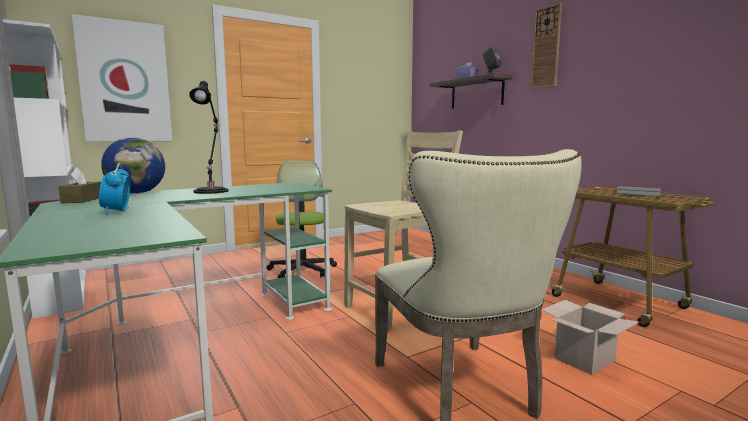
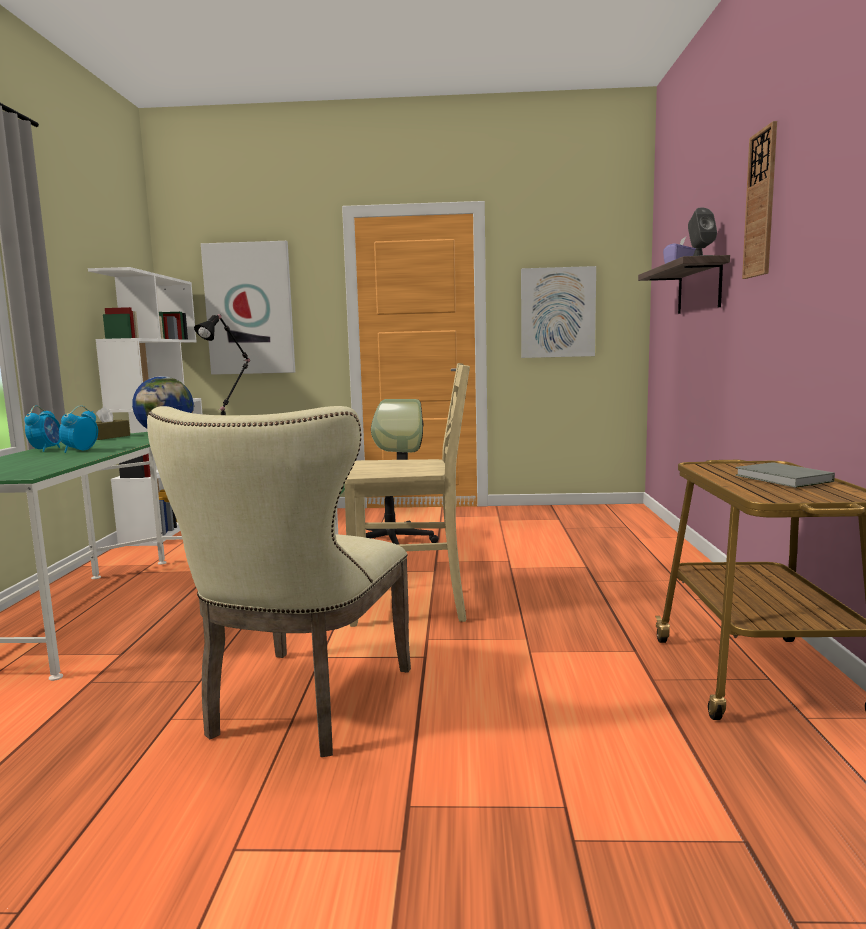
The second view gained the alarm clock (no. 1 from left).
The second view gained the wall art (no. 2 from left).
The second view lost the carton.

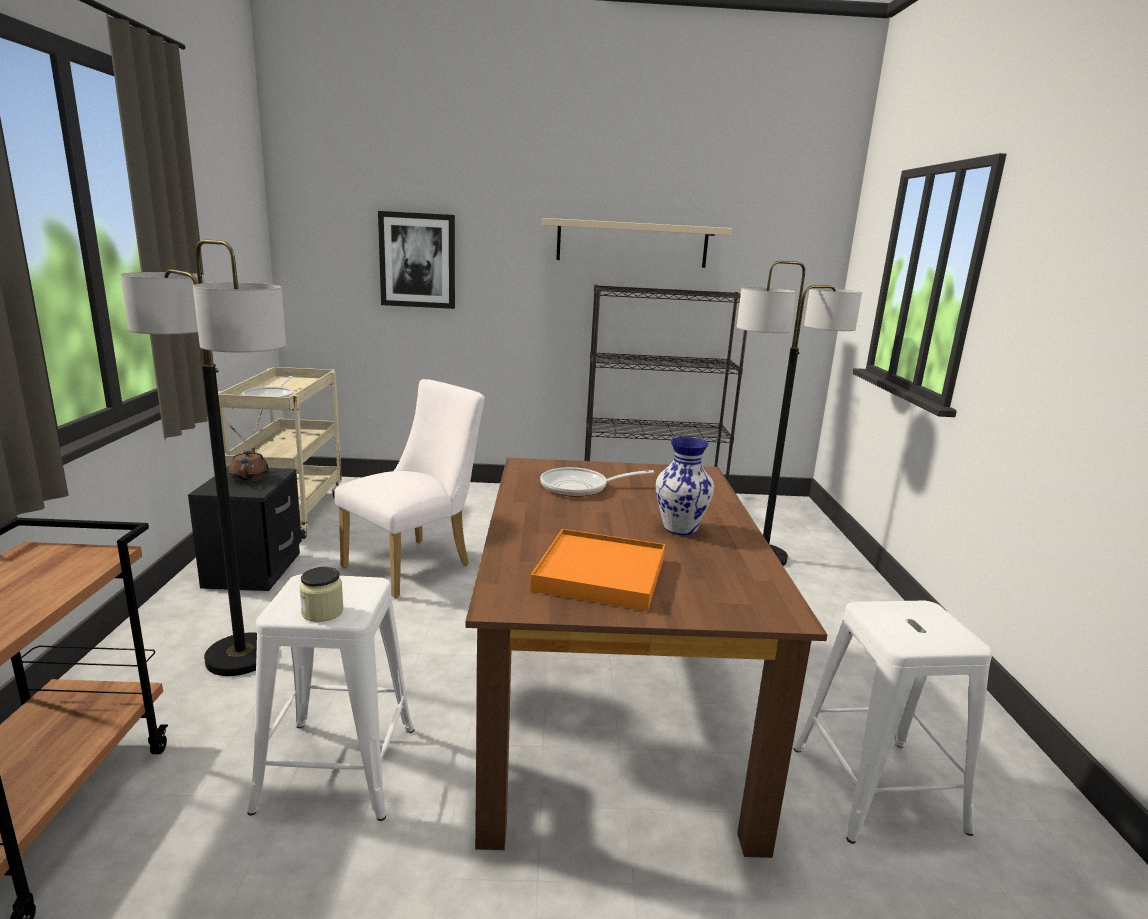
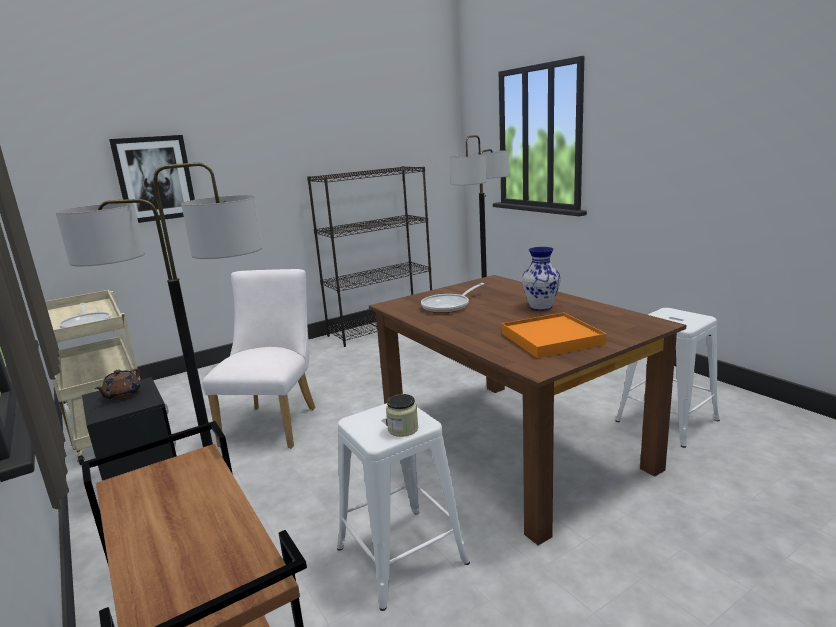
The teapot (brown-coloured) ended up facing another way, 120 degrees counterclockwise from before.
The second view lost the wall shelf (sand-coloured).

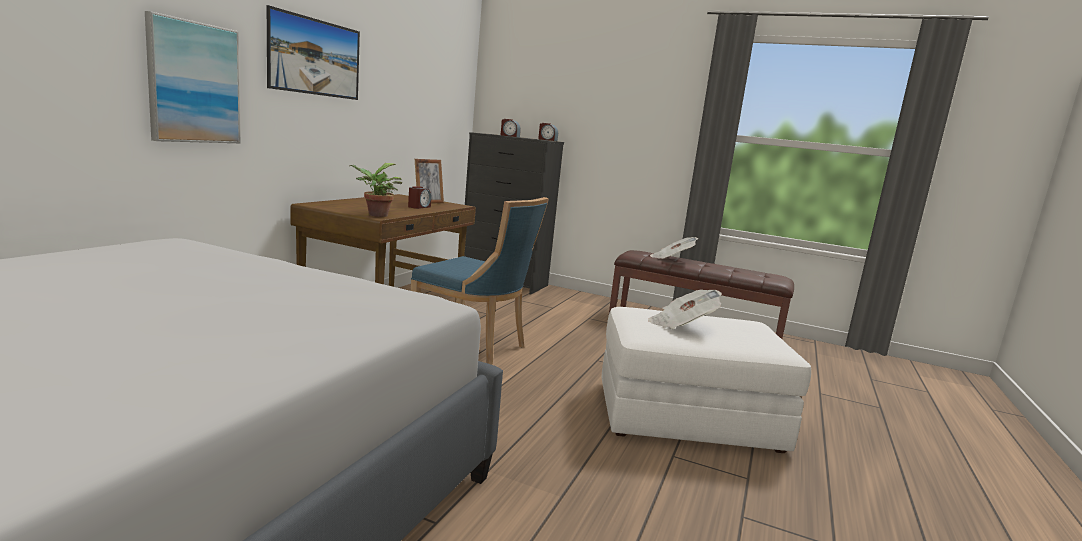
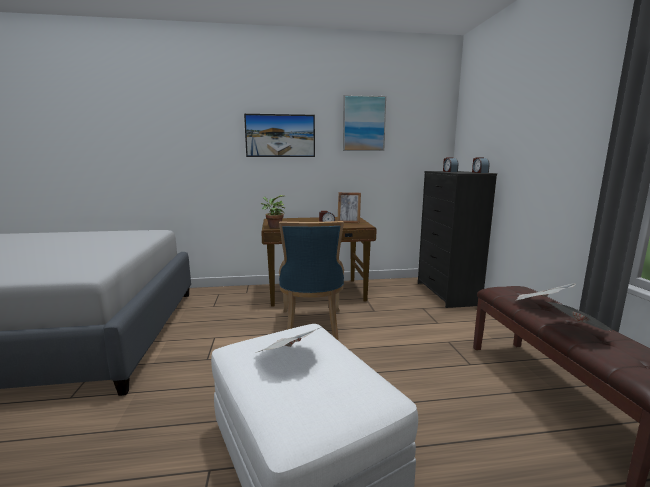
The wall art (no. 1 from left in the first image) ended up elsewhere.
The second view gained the daily paper (no. 3 from left).

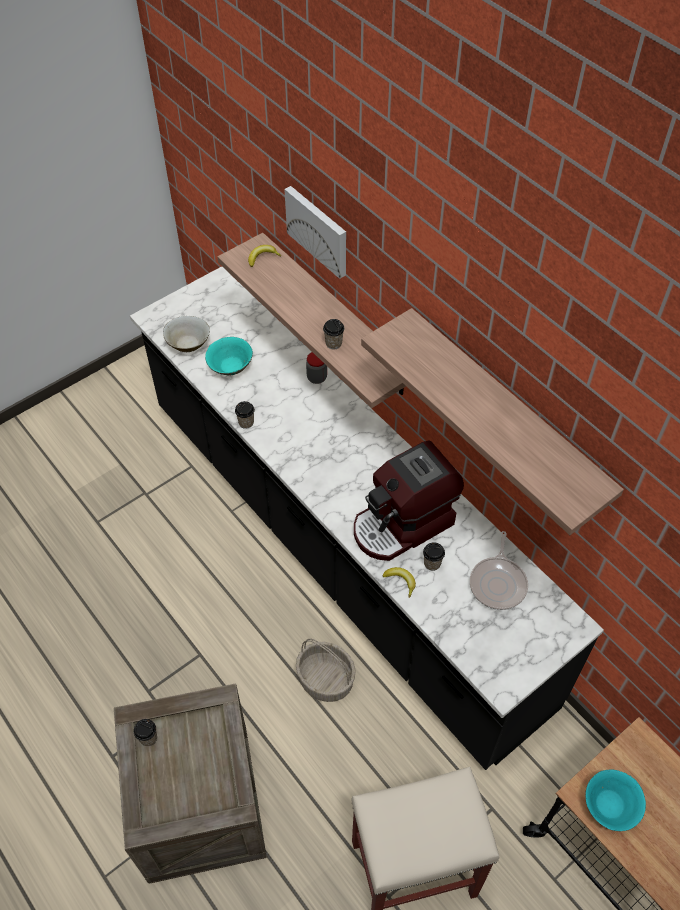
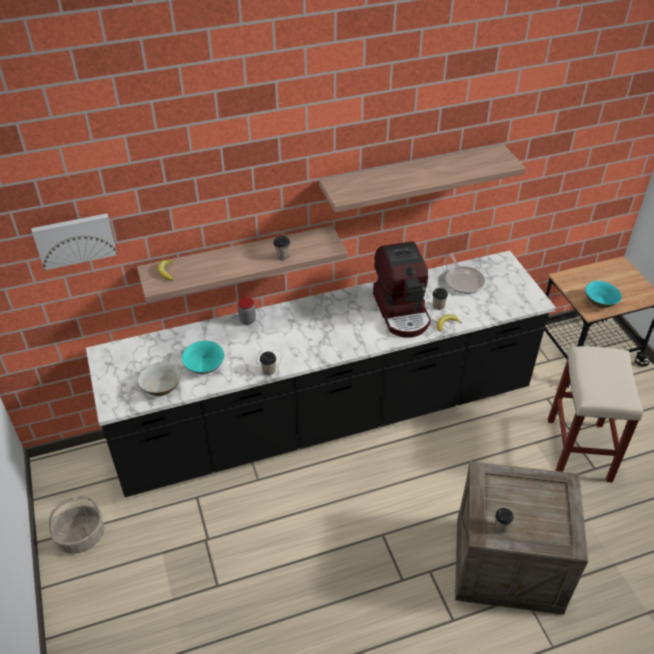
The wall art ended up elsewhere.
The basket ended up elsewhere.
The frying pan ended up facing another way, 45 degrees clockwise from before.

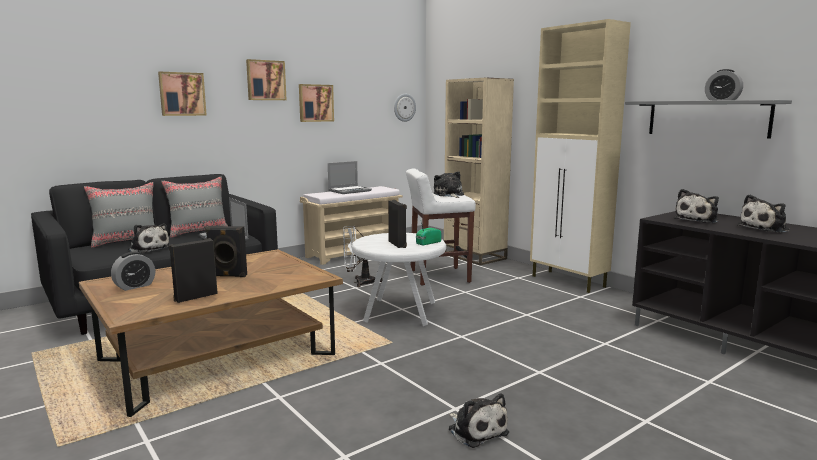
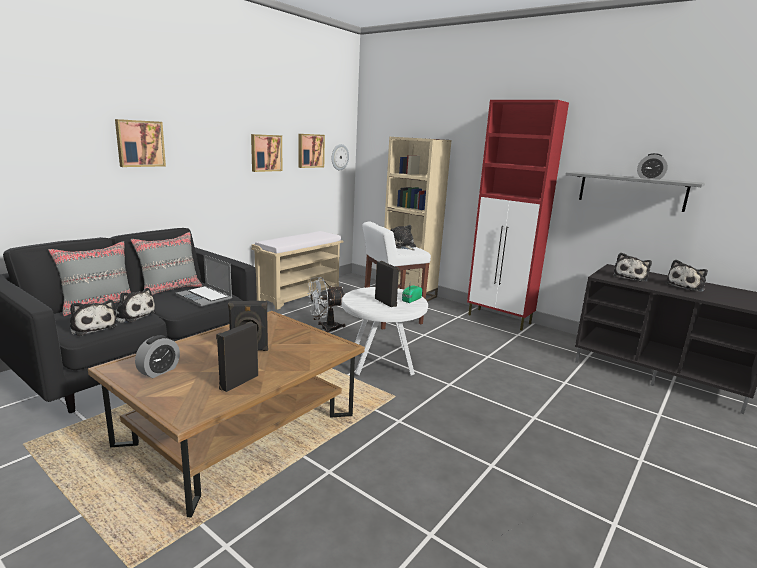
The soft toy (no. 3 from left in the first image) ended up elsewhere.
The wall art (no. 2 from left in the first image) ended up elsewhere.
What was the cupboard (sand-coloured) turned into the cupboard (red-coloured).
The second view lost the laptop (no. 2 from left).

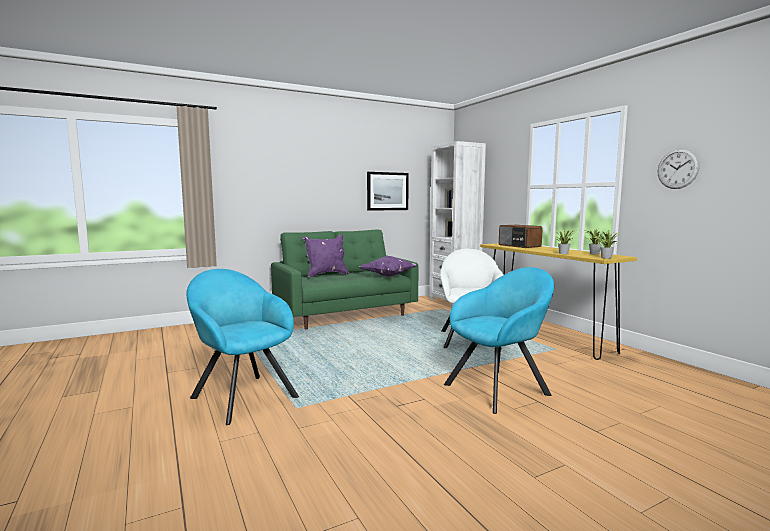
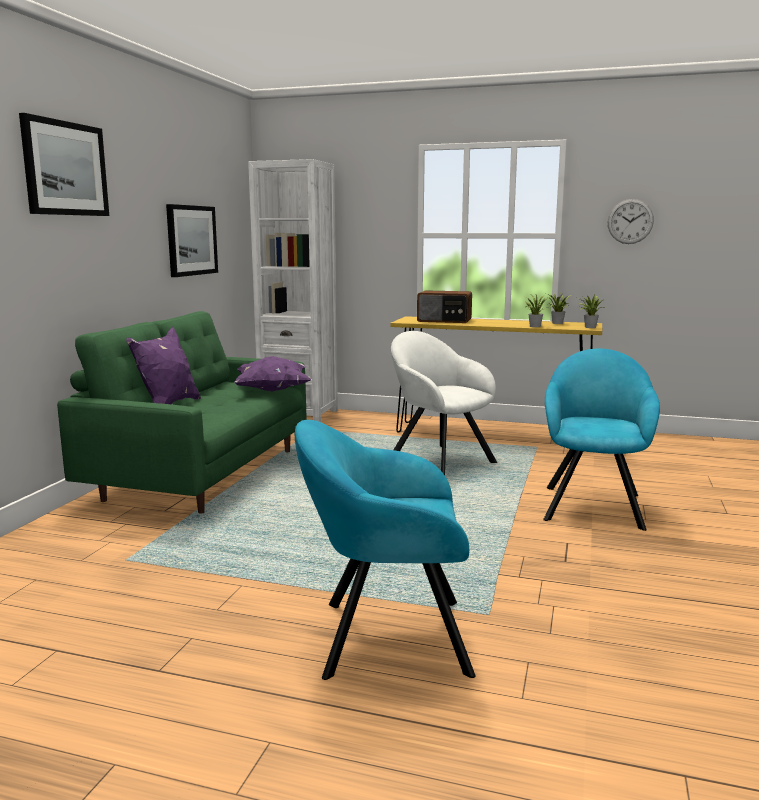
The second view gained the wall art (no. 1 from left).

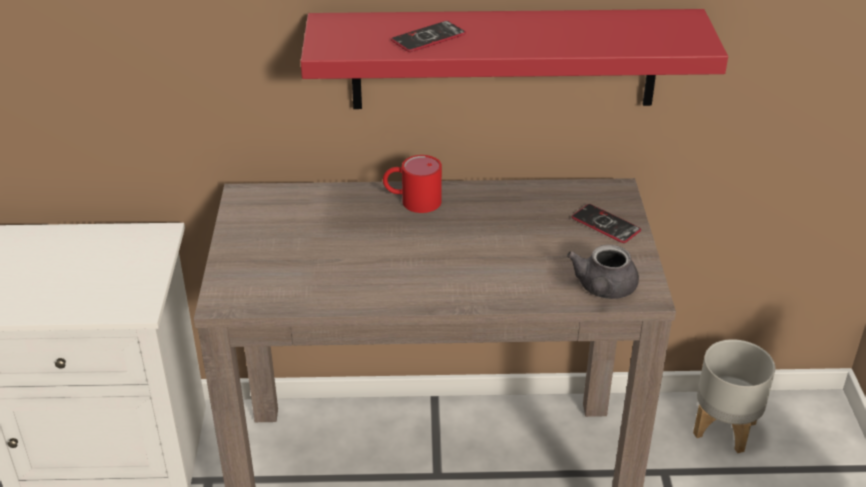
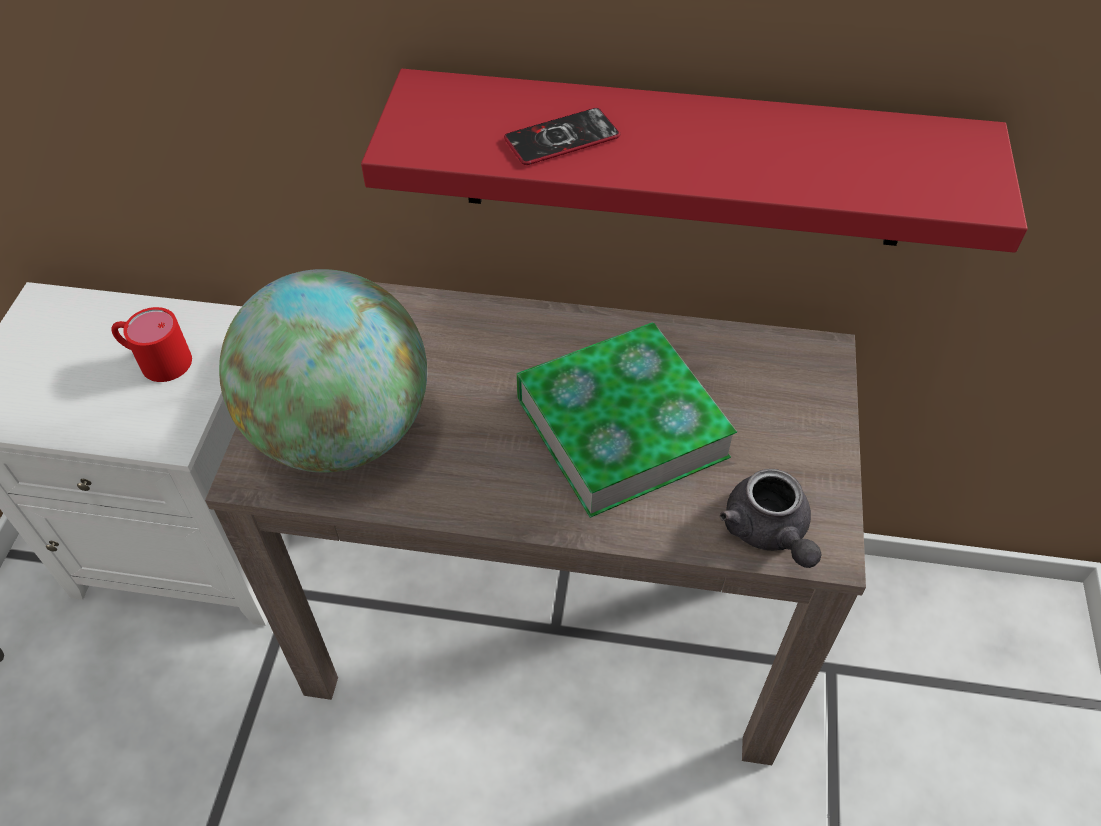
The mug (red-coloured) ended up elsewhere.
The second view gained the world globe.
The second view gained the book.
The teapot (greyish) ended up facing another way, 45 degrees counterclockwise from before.
The second view lost the handset (no. 2 from left).
The second view lost the plant pot (greyish).

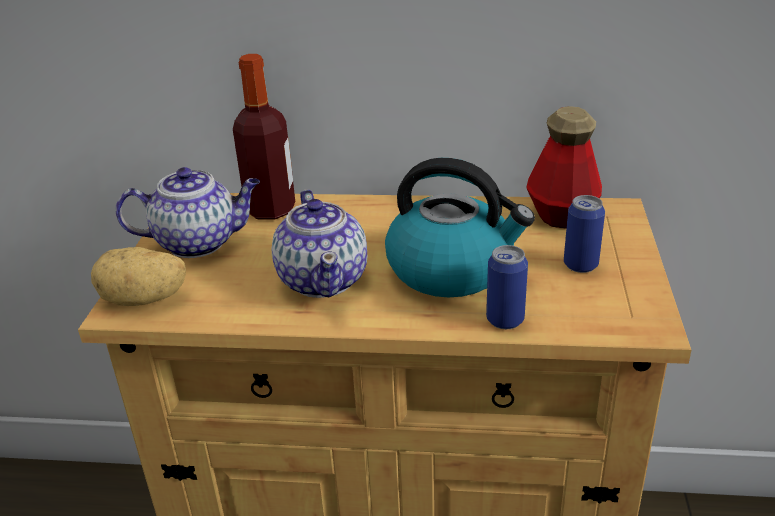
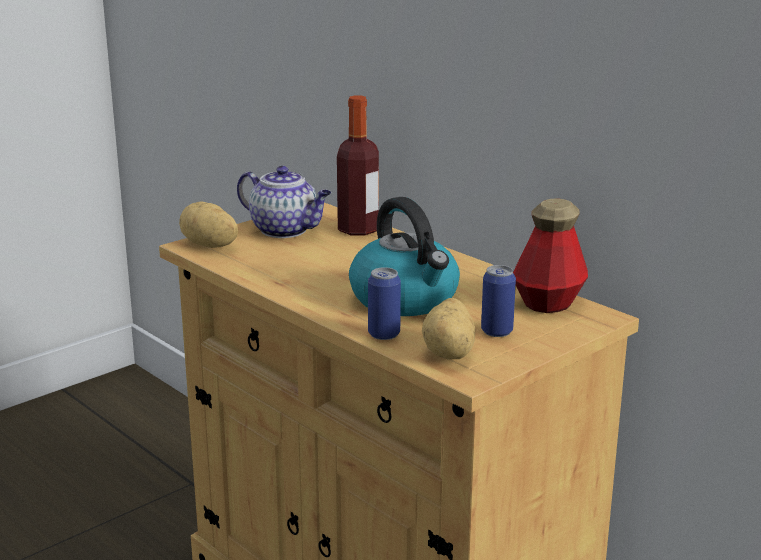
The second view gained the whole potato (no. 2 from left).
The second view lost the teapot (no. 2 from left).

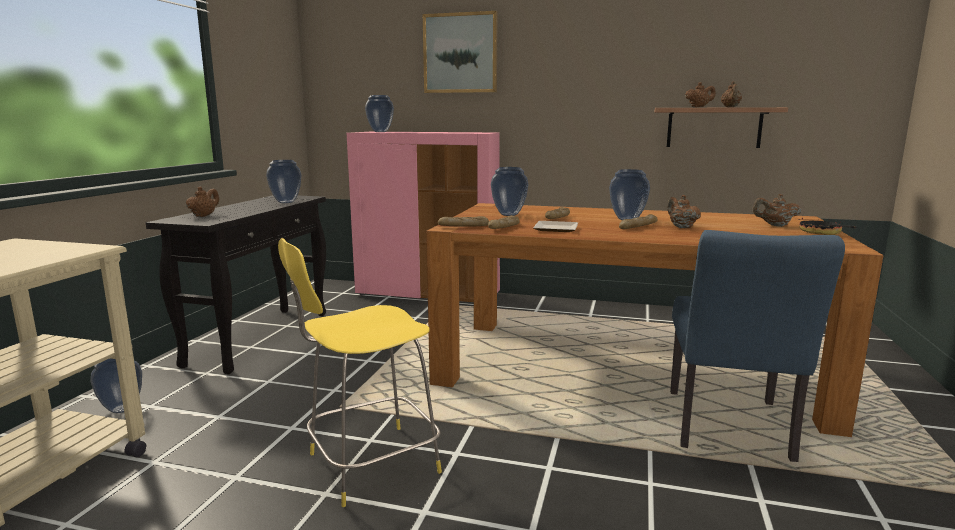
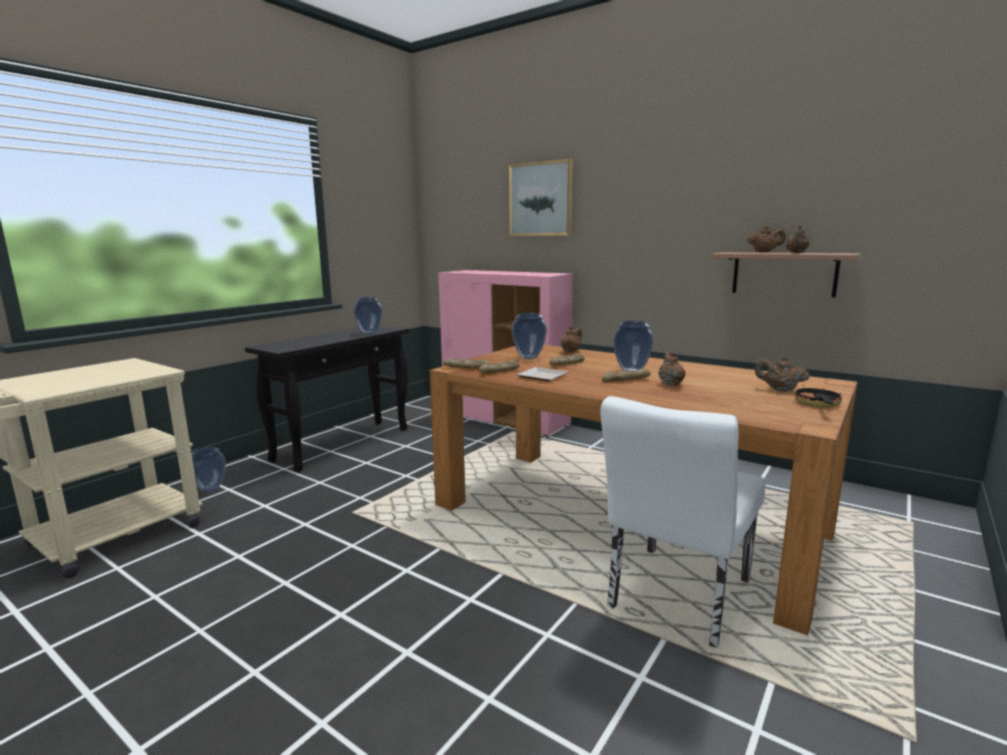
The teapot (brown-coloured) (no. 1 from left) ended up elsewhere.
What was the plain chair (blue-coloured) turned into the plain chair (white-coloured).
The second view lost the stool (yellow-coloured).
The second view lost the vase (no. 3 from left).

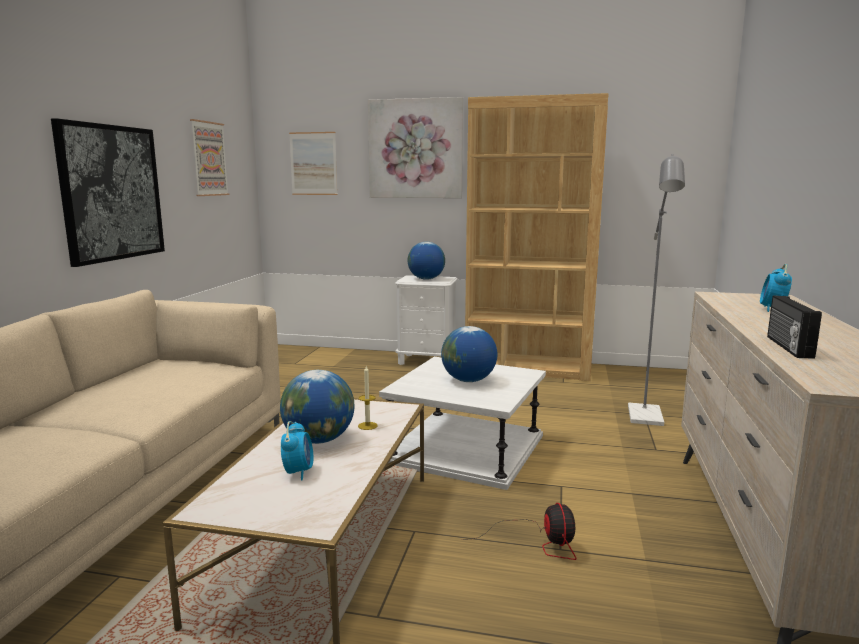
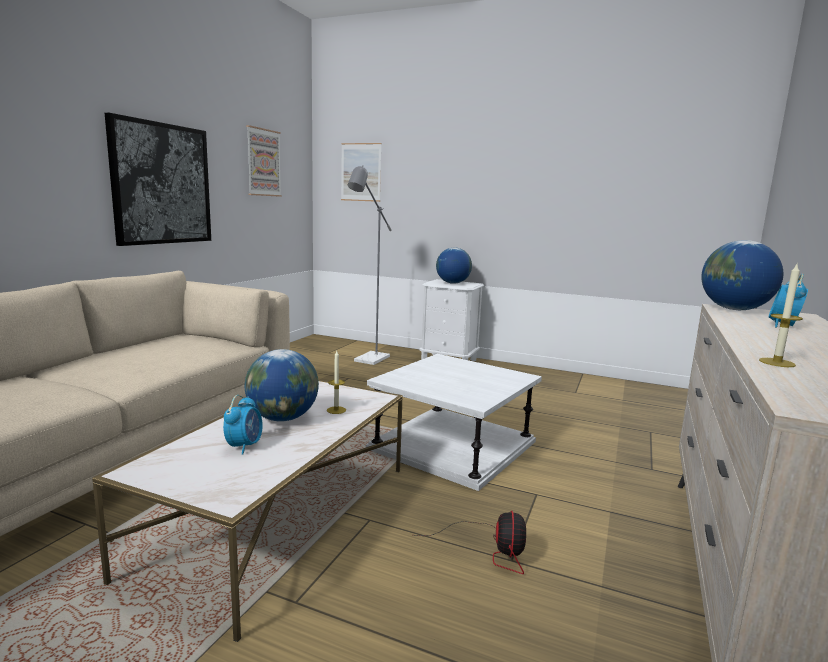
The floor lamp (greyish) ended up elsewhere.
The world globe (no. 3 from left) ended up elsewhere.
Where the radio receiver stood, the candle (no. 2 from left) came to stand.
The second view lost the wall art (no. 4 from left).
The second view lost the shelving unit (brown-coloured).

